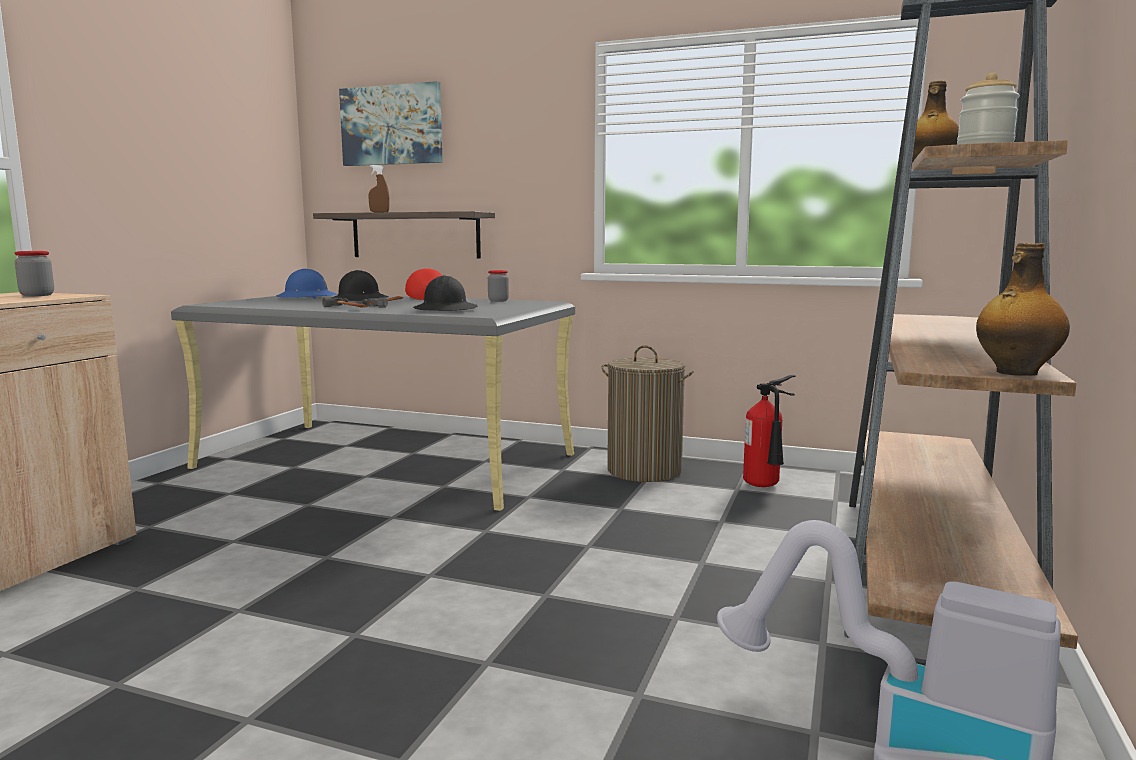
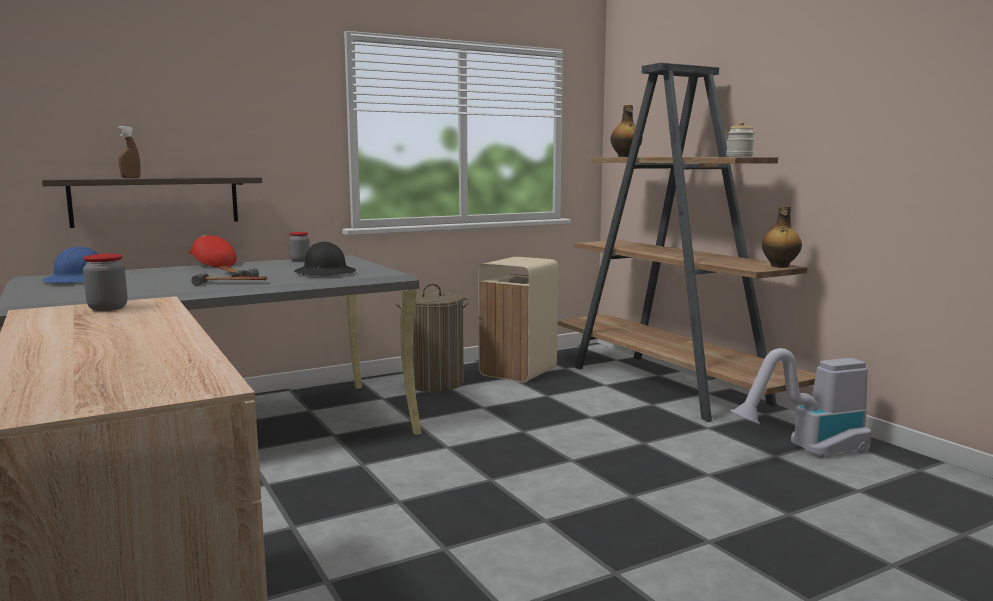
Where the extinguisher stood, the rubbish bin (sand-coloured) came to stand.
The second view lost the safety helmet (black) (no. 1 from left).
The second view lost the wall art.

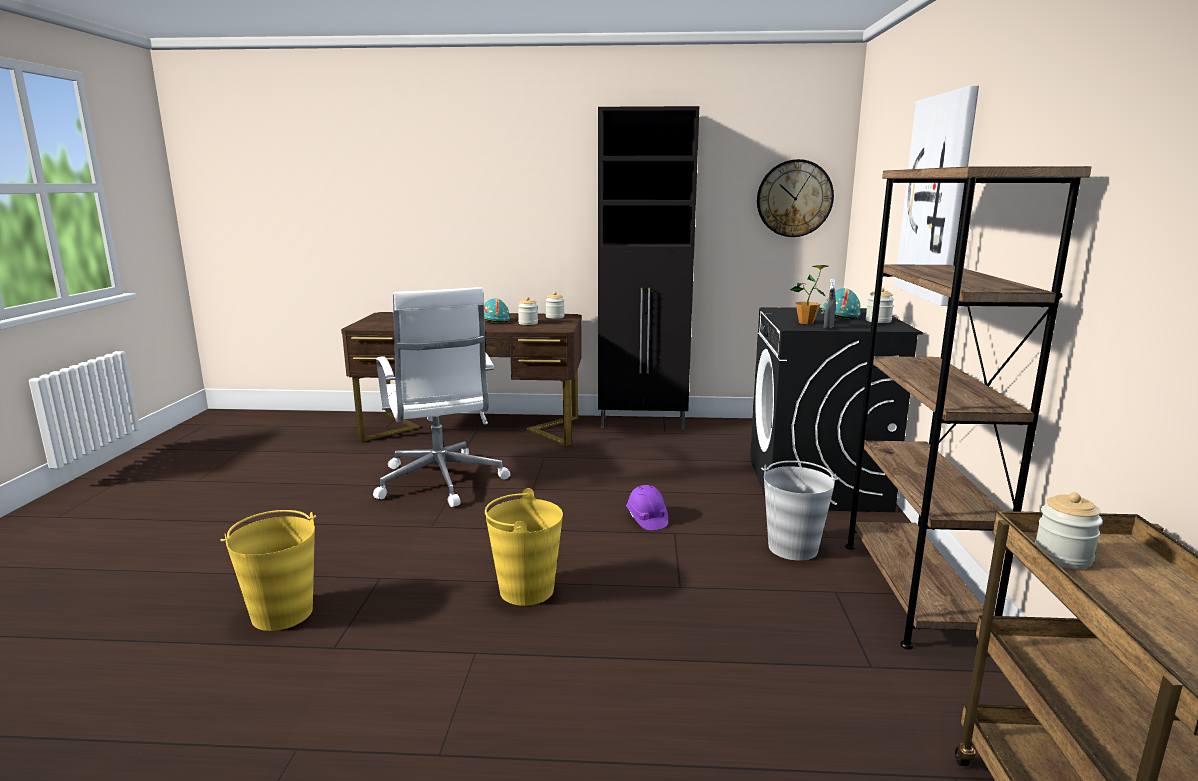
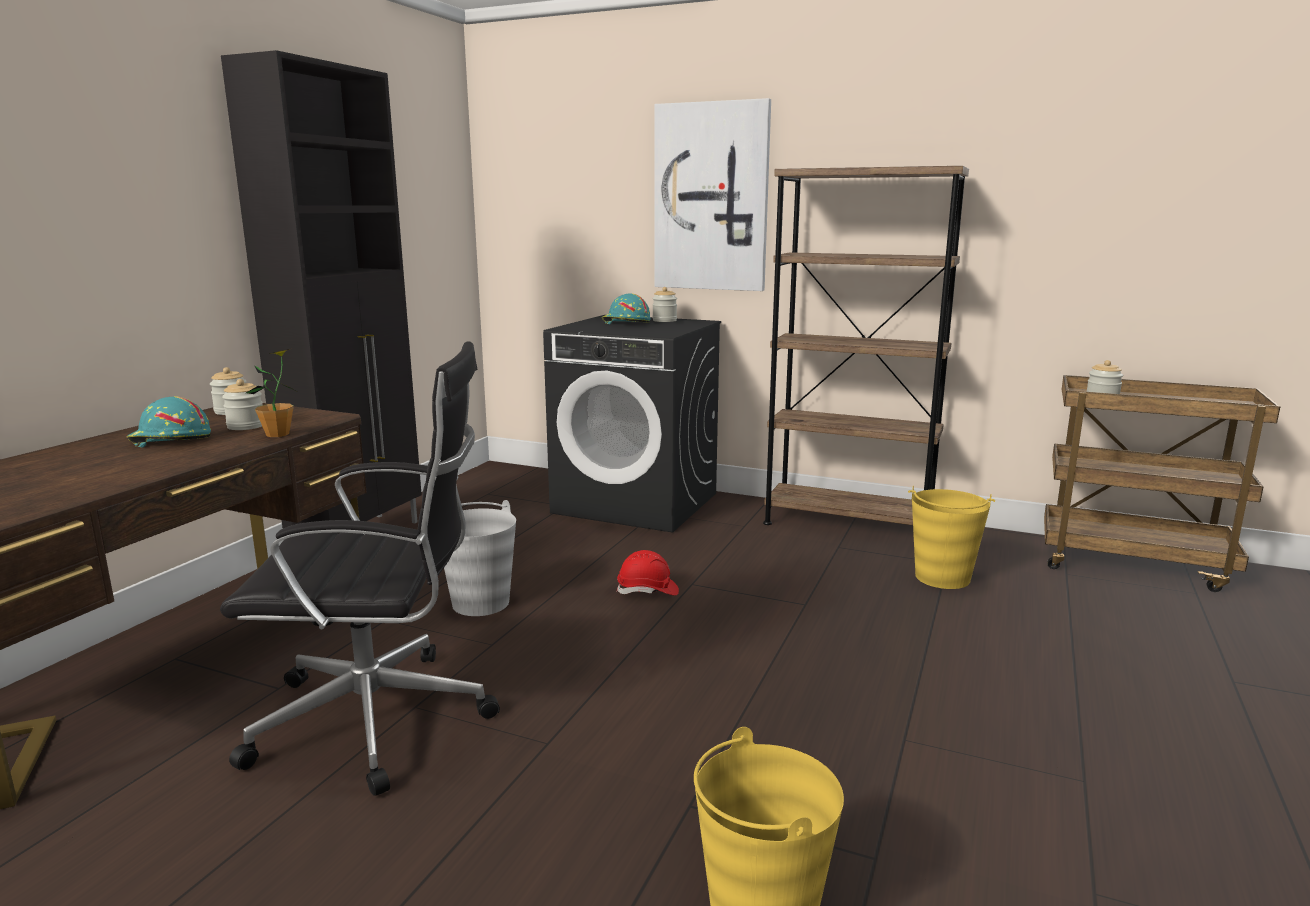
What was the desk chair (white-coloured) turned into the desk chair (black).
The potted plant ended up elsewhere.
The water bucket (greyish) ended up elsewhere.
What was the safety helmet (purple) turned into the safety helmet (red-coloured).
The water bucket (yellow-coloured) (no. 2 from left) ended up elsewhere.
The second view lost the hanging clock.
The second view lost the spray bottle (greyish).

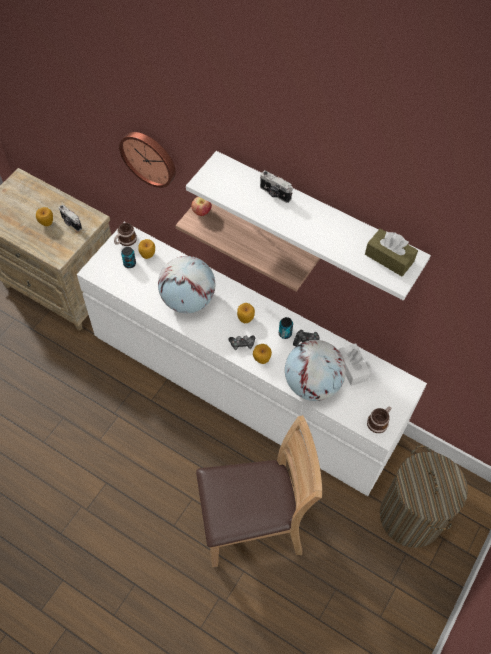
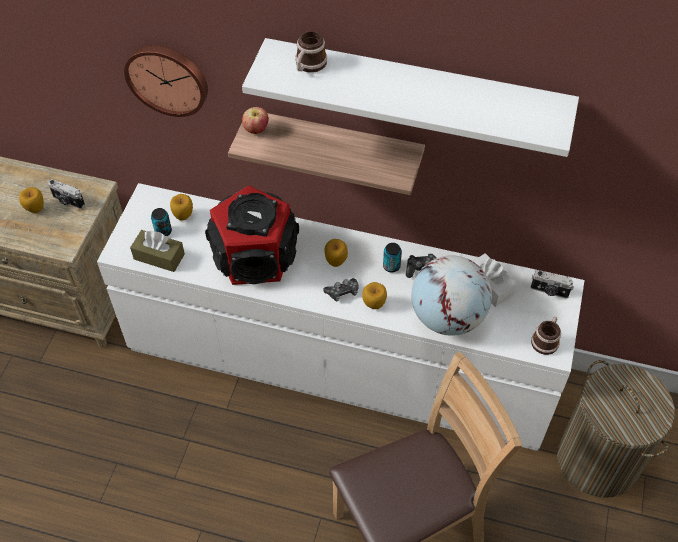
The box of tissues (brown-coloured) ended up elsewhere.
Where the world globe (no. 1 from left) stood, the speaker came to stand.
The mug (no. 1 from left) ended up elsewhere.
The photo camera (no. 2 from left) ended up elsewhere.

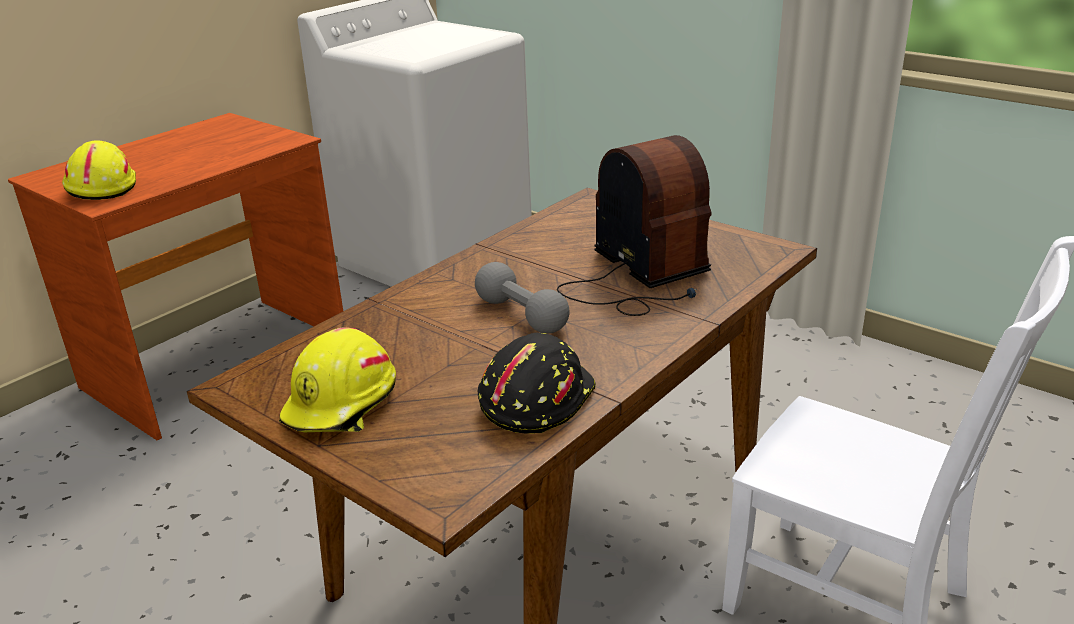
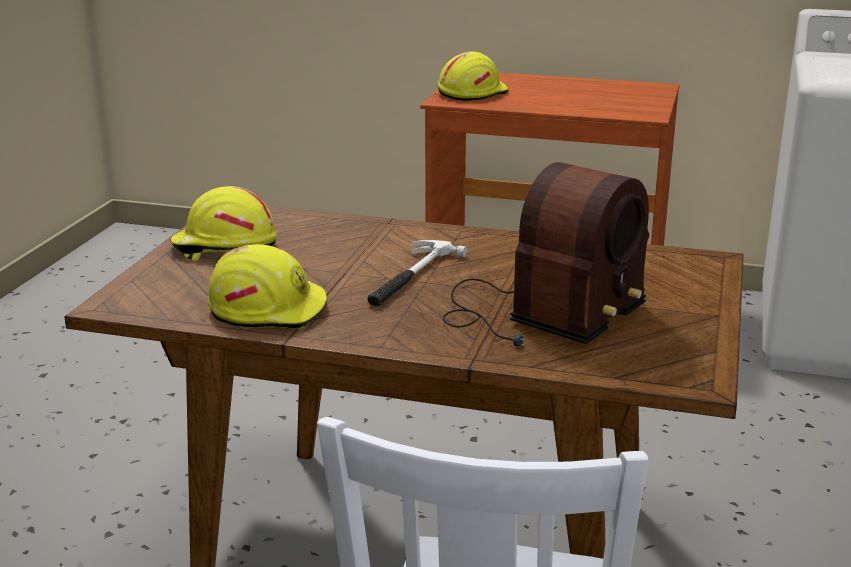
What was the safety helmet (black) turned into the safety helmet (yellow-coloured) (no. 2 from left).
Where the dumbbell (greyish) stood, the tool hammer came to stand.

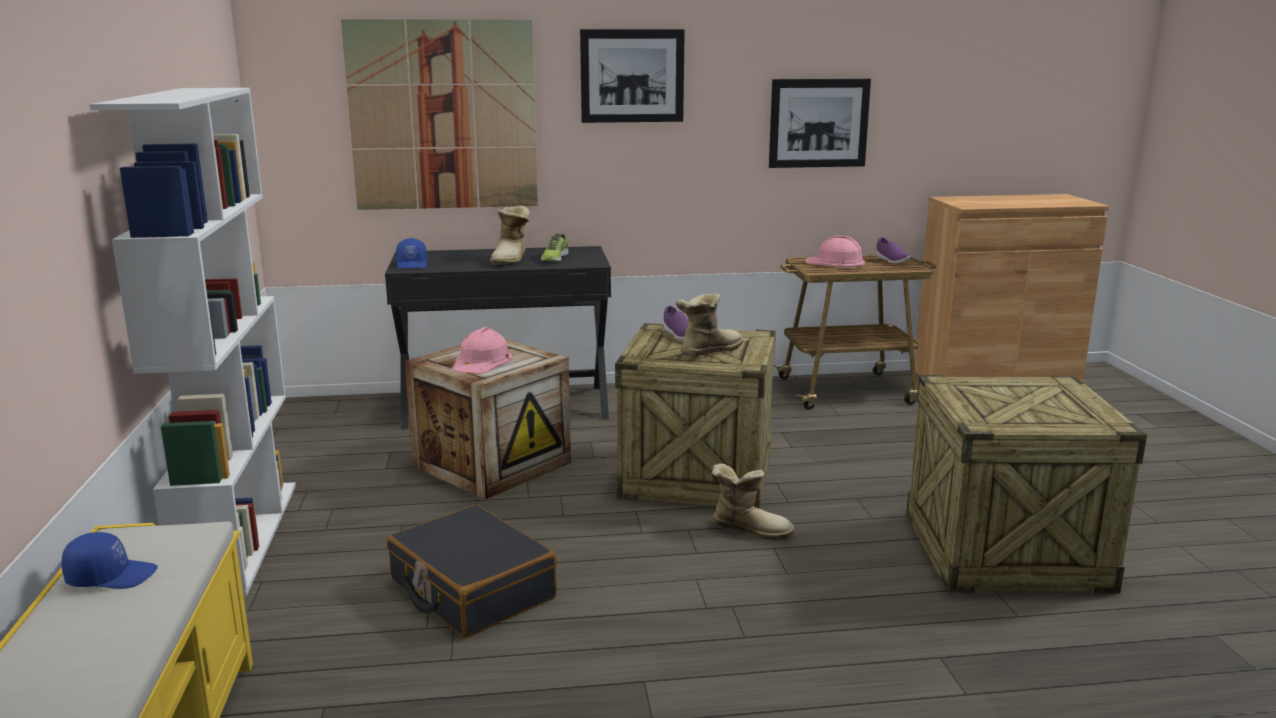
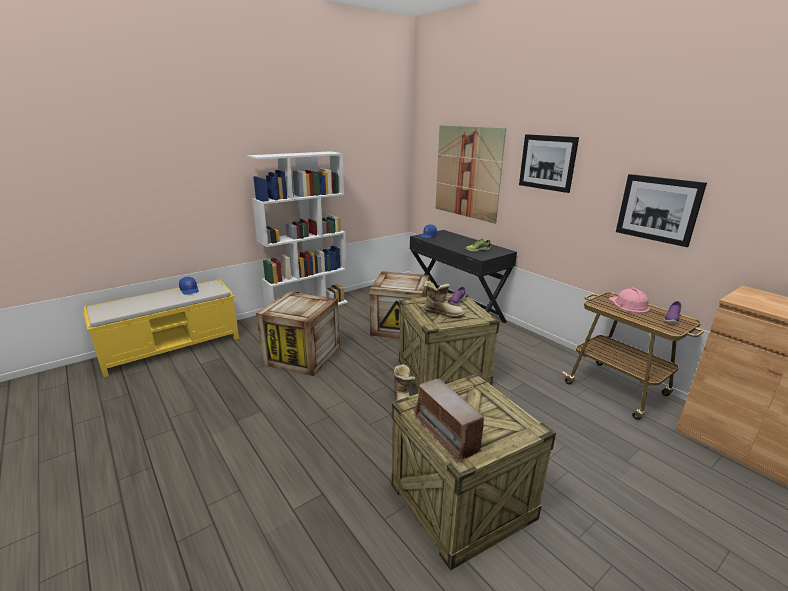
Where the suitcase (black) stood, the shipping crate (no. 1 from left) came to stand.
The second view gained the radio receiver.
The second view lost the safety helmet (pinkish) (no. 1 from left).
The second view lost the tall boot (no. 1 from left).

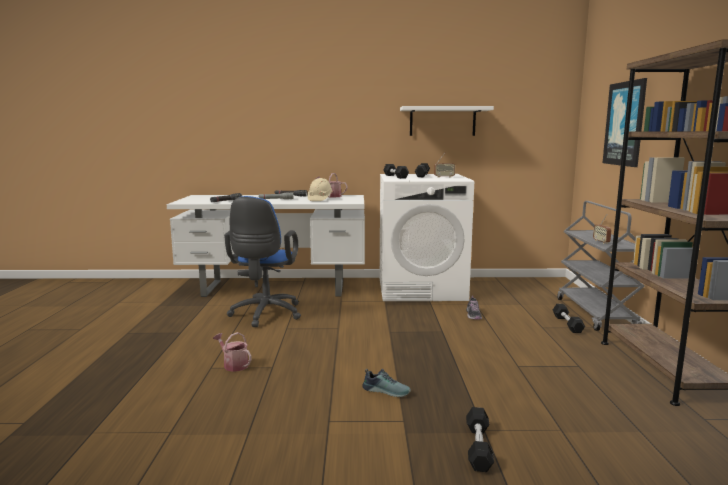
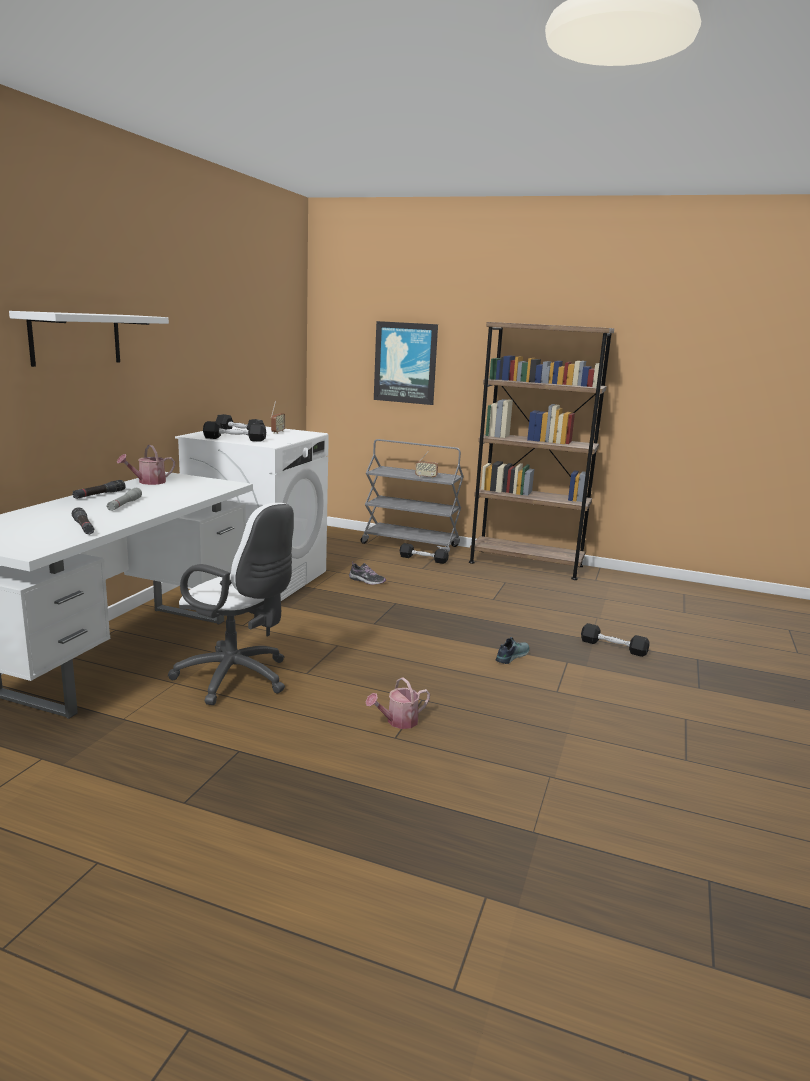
The wall shelf (white-coloured) ended up elsewhere.
What was the desk chair (blue-coloured) turned into the desk chair (white-coloured).
The second view lost the safety helmet (sand-coloured).

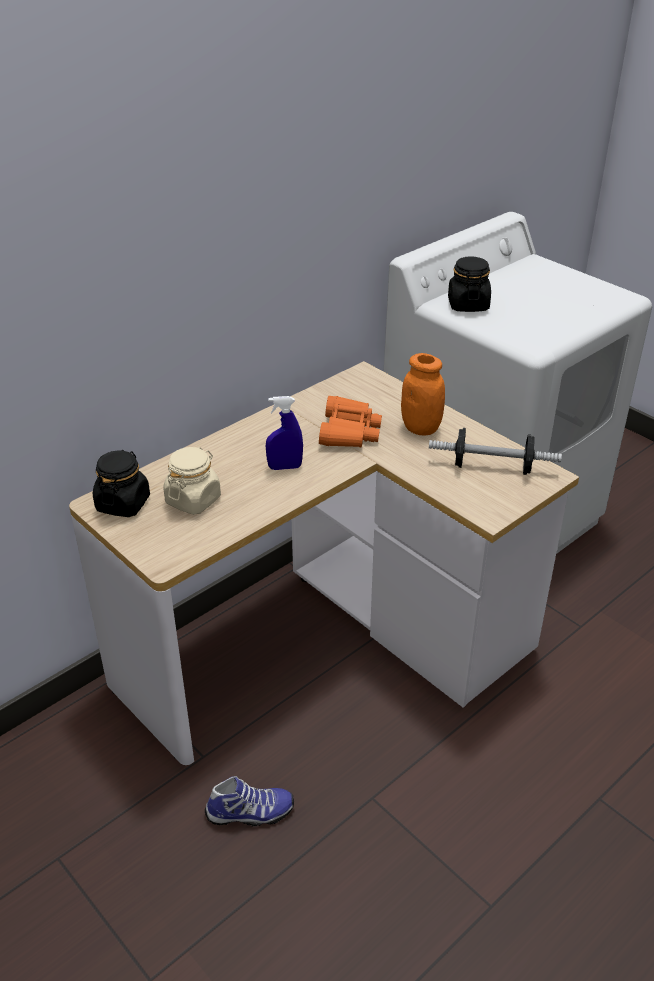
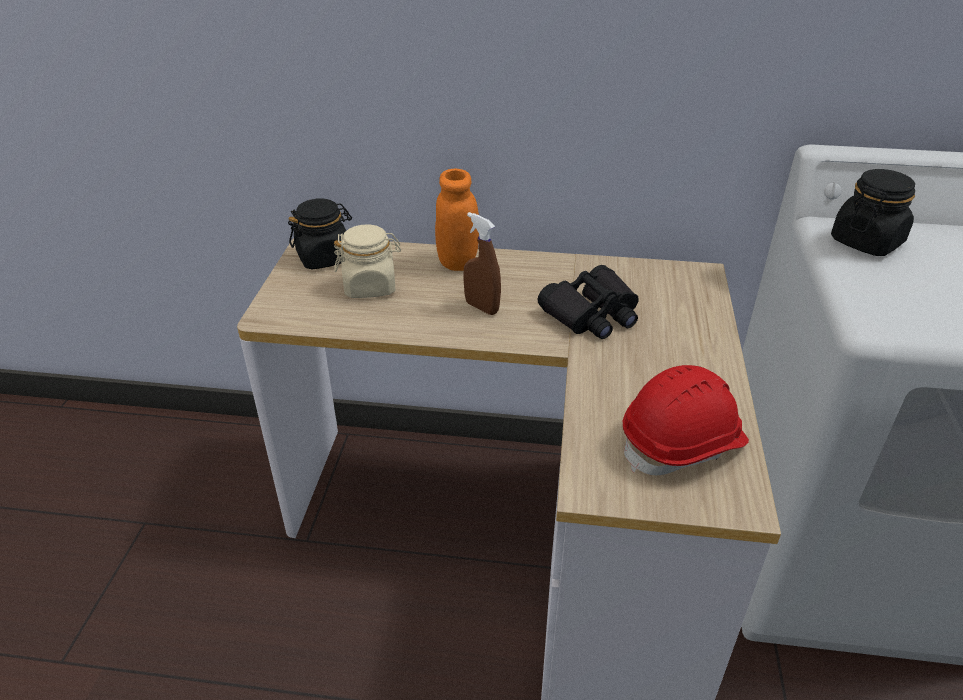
The preserve jar (orange) ended up elsewhere.
What was the spray bottle (blue-coloured) turned into the spray bottle (brown-coloured).
What was the pair of binoculars (orange) turned into the pair of binoculars (black).
Where the dumbbell stood, the safety helmet (red-coloured) came to stand.
The second view lost the low shoe.

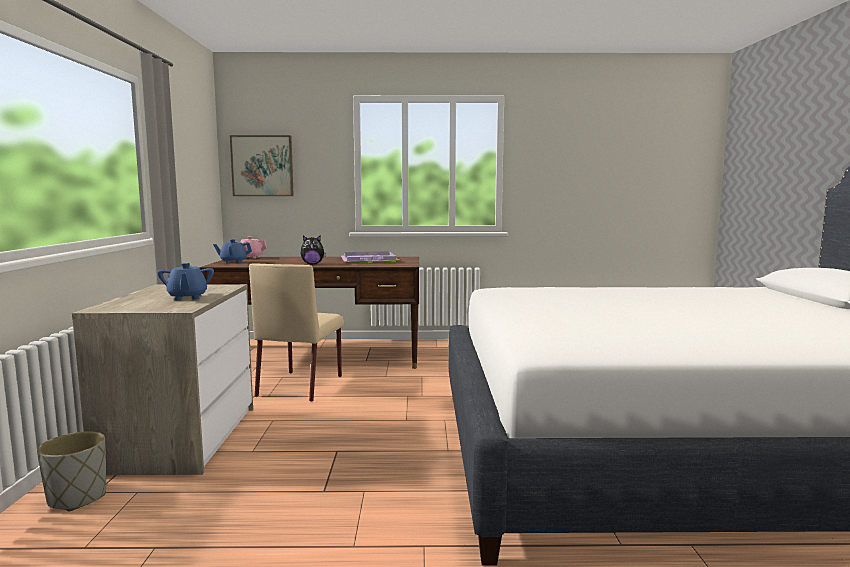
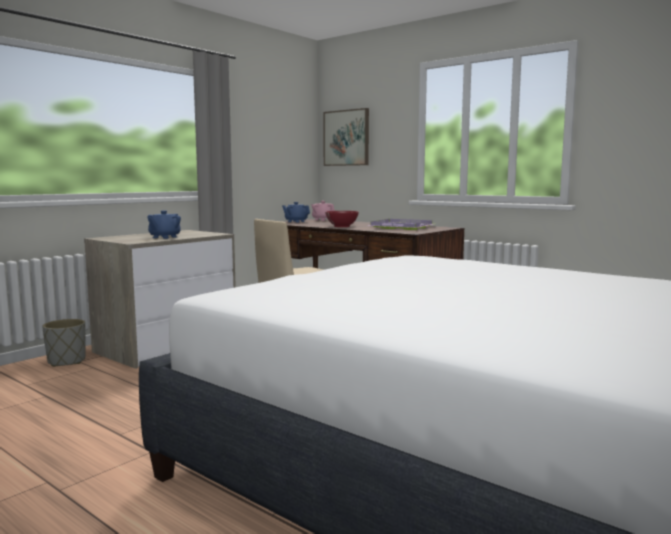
Where the soft toy stood, the bowl (red-coloured) came to stand.

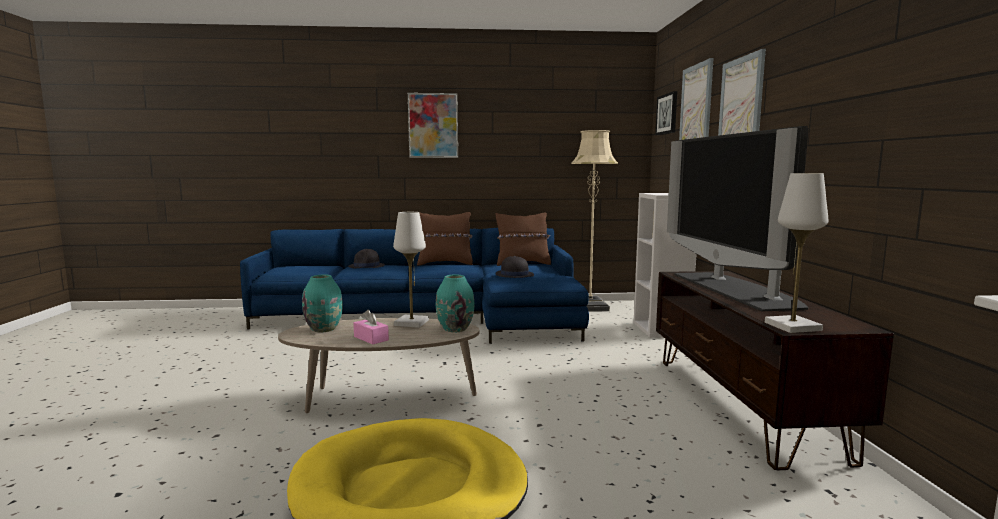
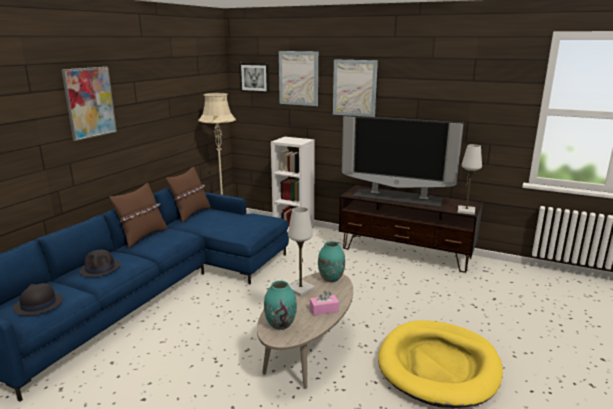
The hat (black) (no. 2 from left in the first image) ended up elsewhere.

